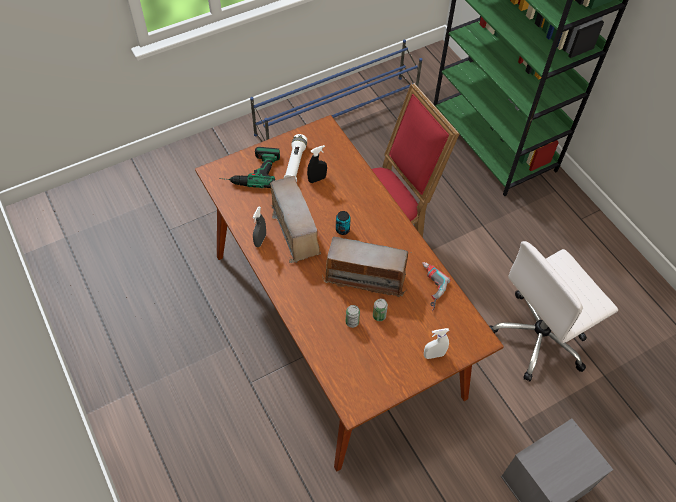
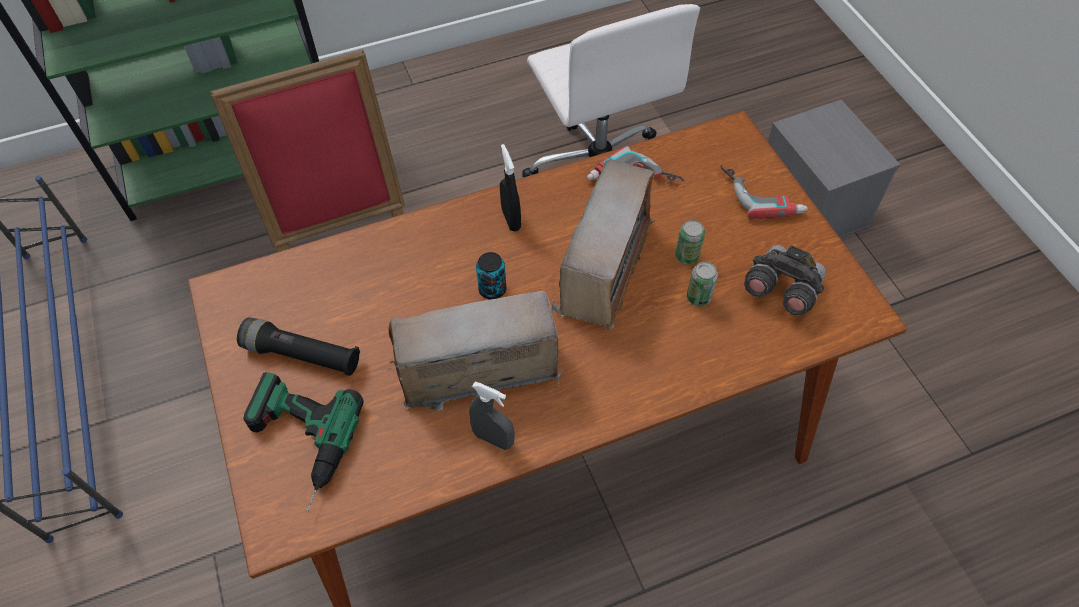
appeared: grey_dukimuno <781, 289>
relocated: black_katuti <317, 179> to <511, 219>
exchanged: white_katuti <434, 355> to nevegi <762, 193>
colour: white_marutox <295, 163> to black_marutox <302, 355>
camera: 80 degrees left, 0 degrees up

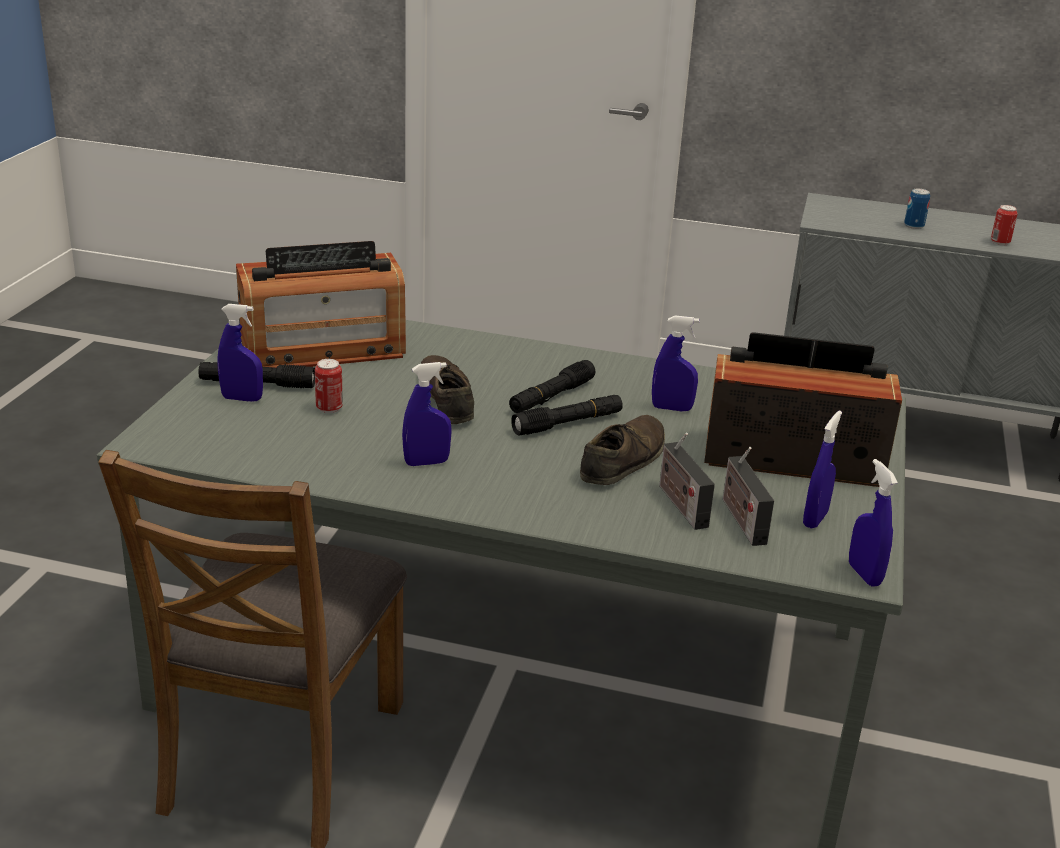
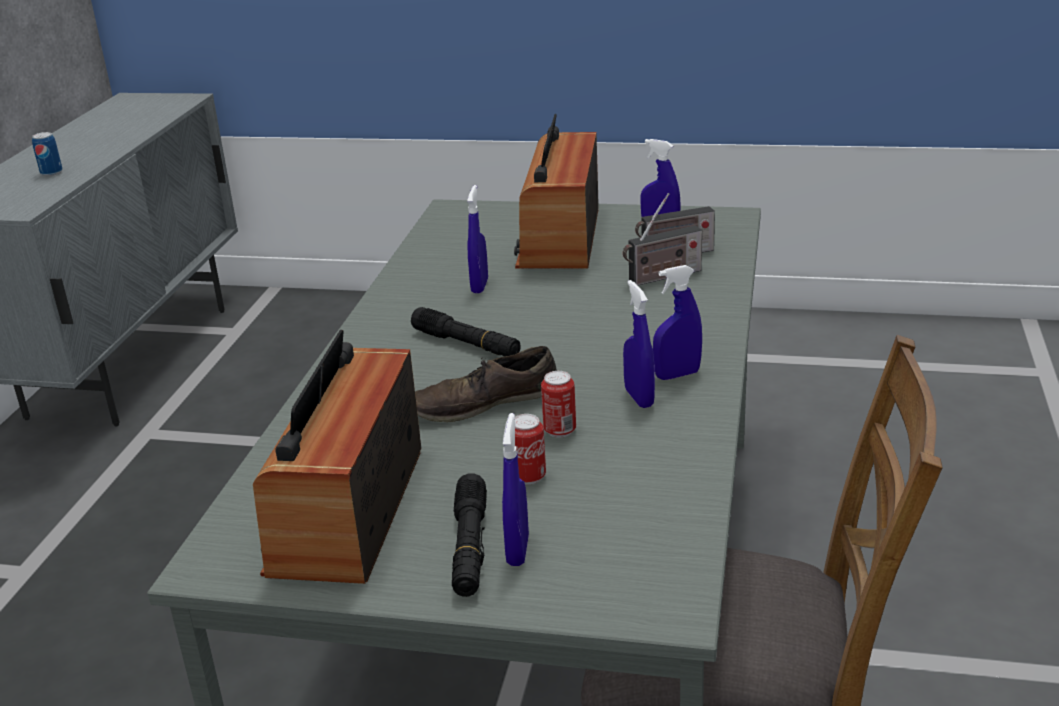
missing: black_marutox <567, 424>; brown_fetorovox <623, 460>
relocated: blue_katuti <864, 574> to <677, 375>; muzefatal <1000, 243> to <560, 431>
spun: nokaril <323, 349> = <348, 510> 150 degrees counterclockwise
camera: 90 degrees left, 0 degrees up

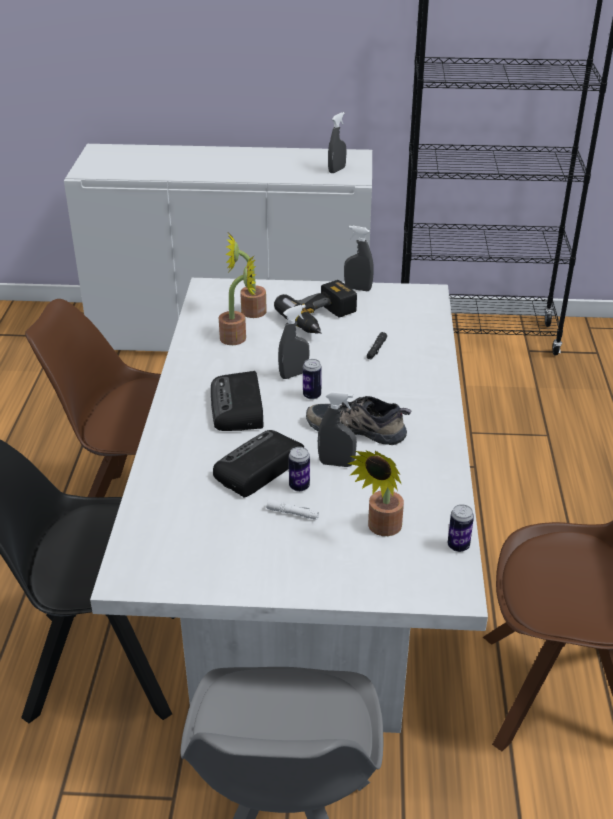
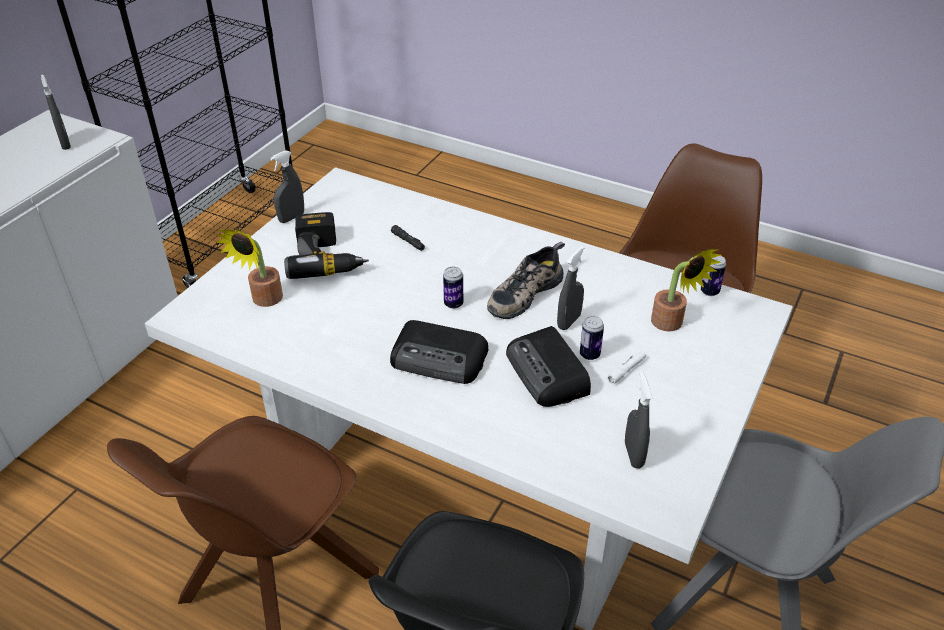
missing: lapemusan <239, 338>
relocated: grey_katuti <294, 374> to <633, 455>
camera: 65 degrees left, 5 degrees up

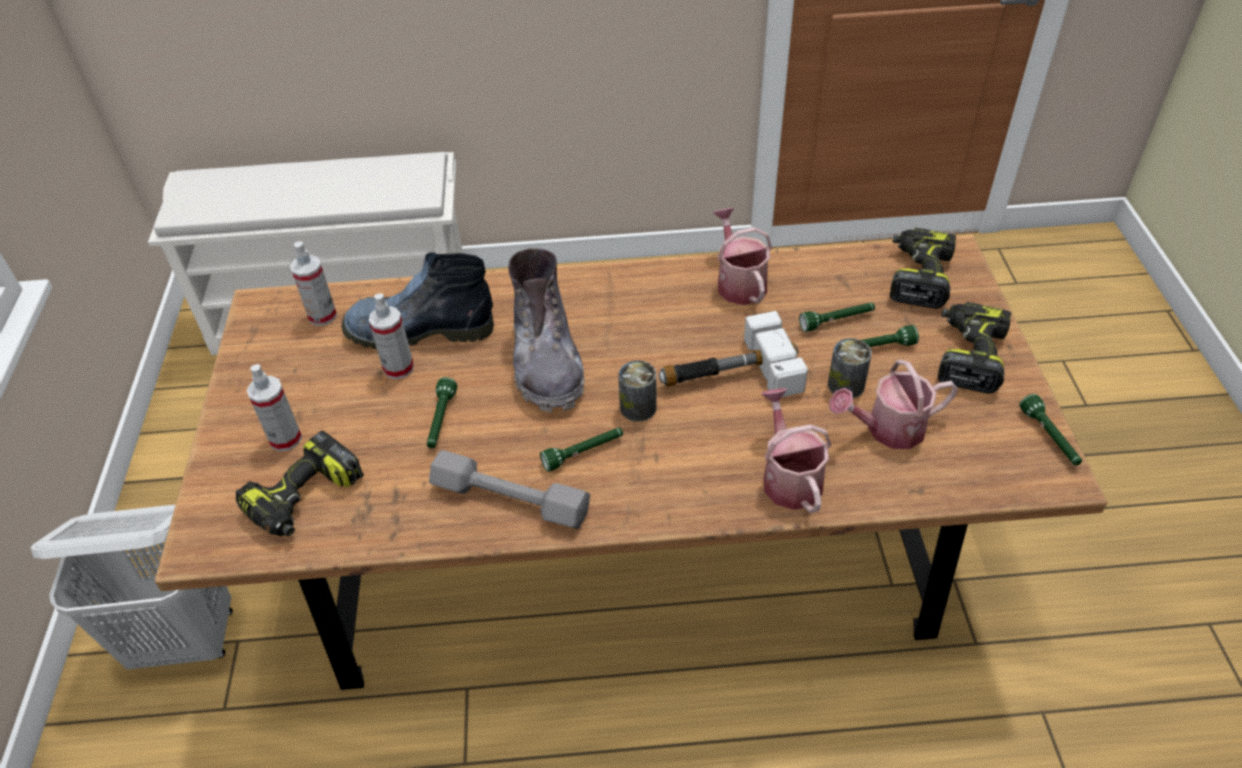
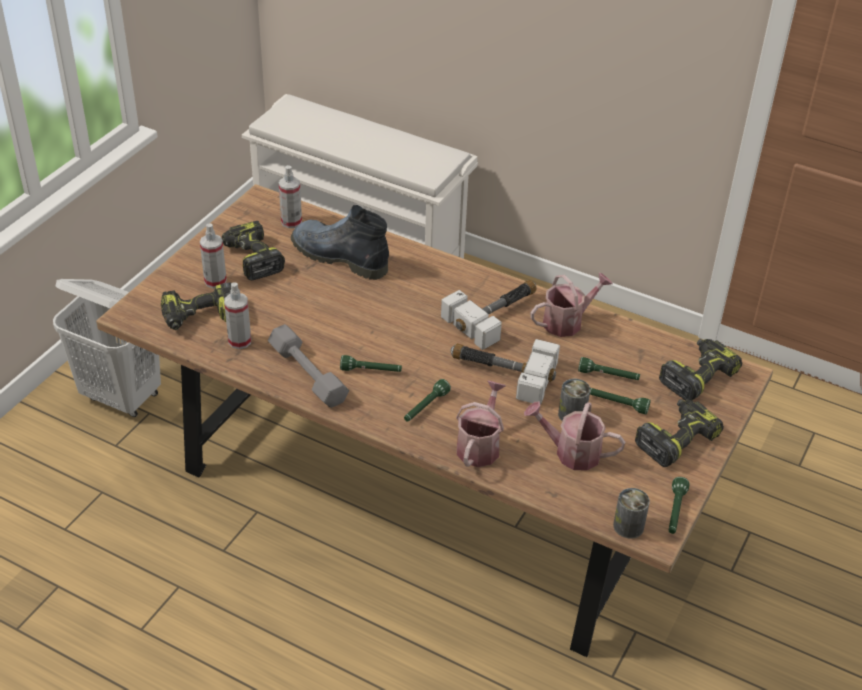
missing: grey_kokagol <546, 362>
appeared: nevegi <251, 259>; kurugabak <496, 314>
relocated: katuti <398, 368> to <239, 341>; green_marutox <441, 420> to <425, 407>; muzefatal <638, 407> to <628, 526>
spun: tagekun <739, 282> = <567, 321> 45 degrees clockwise
camera: 30 degrees right, 5 degrees down

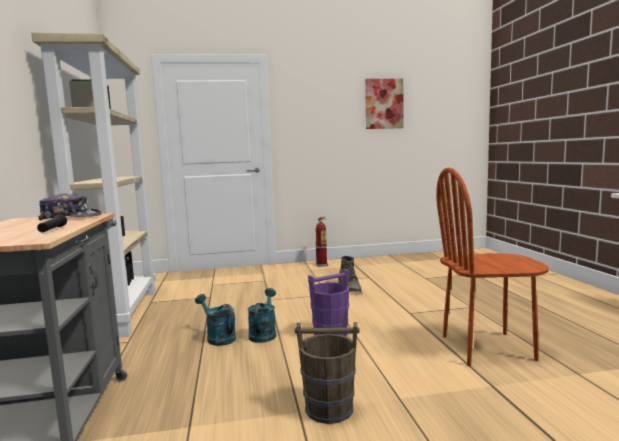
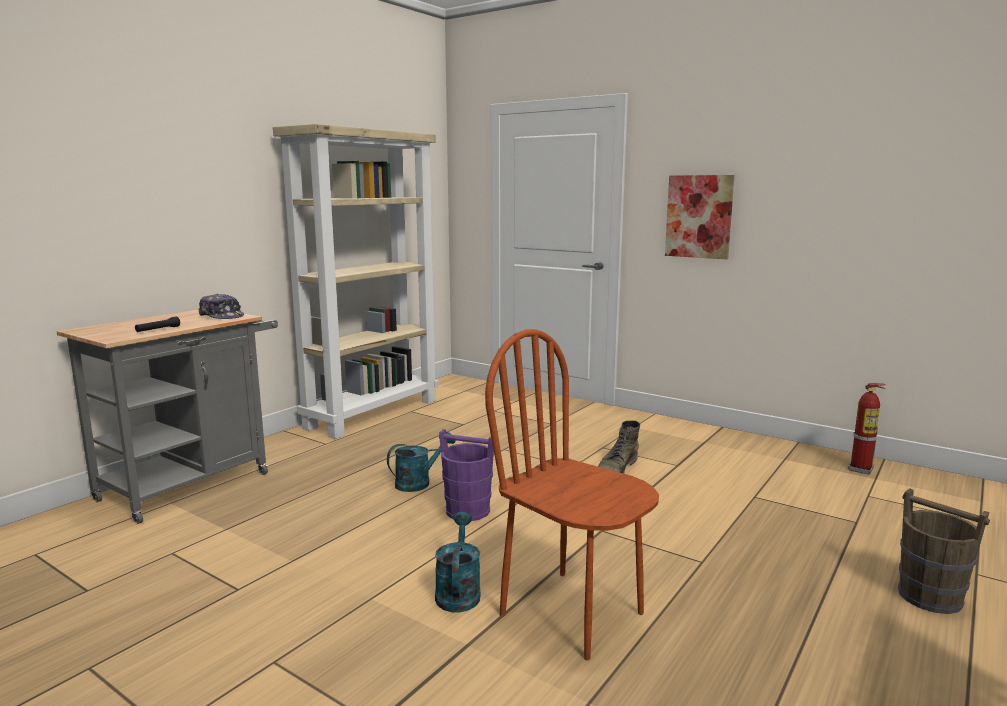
relocated: turquoise_tagekun <218, 337> to <458, 592>; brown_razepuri <328, 409> to <929, 596>; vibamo <322, 265> to <861, 469>; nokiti <384, 104> to <699, 216>
camera: 45 degrees right, 5 degrees up

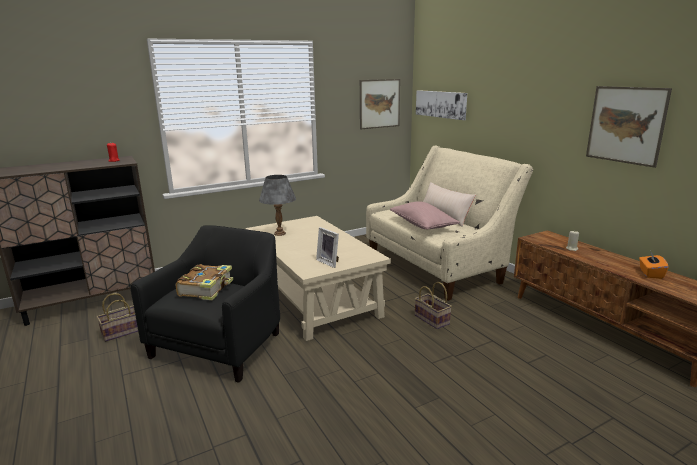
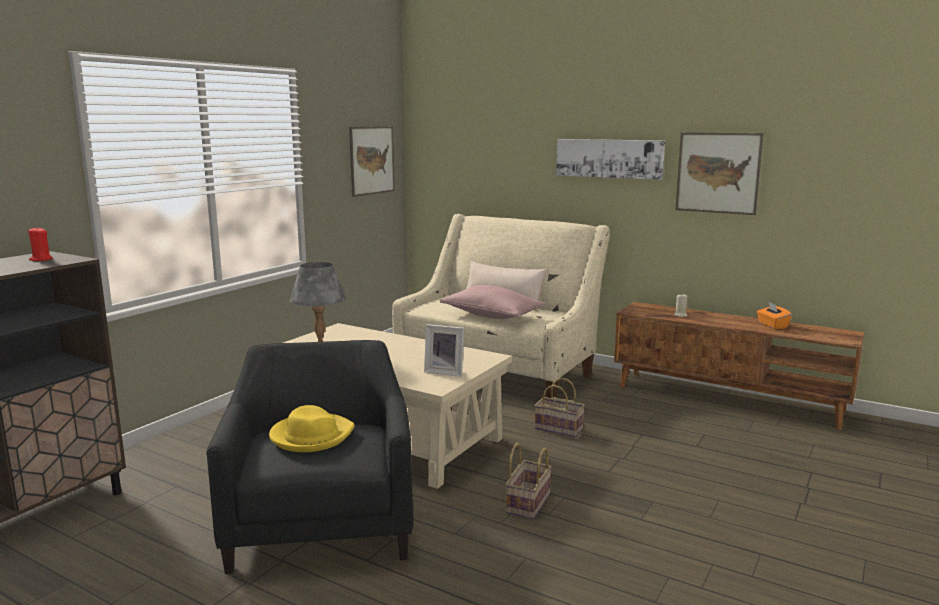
relocated: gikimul <122, 331> to <527, 502>; nokiti <441, 104> to <609, 158>
exchanged: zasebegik <207, 288> to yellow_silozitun <311, 436>
camera: 30 degrees left, 5 degrees down

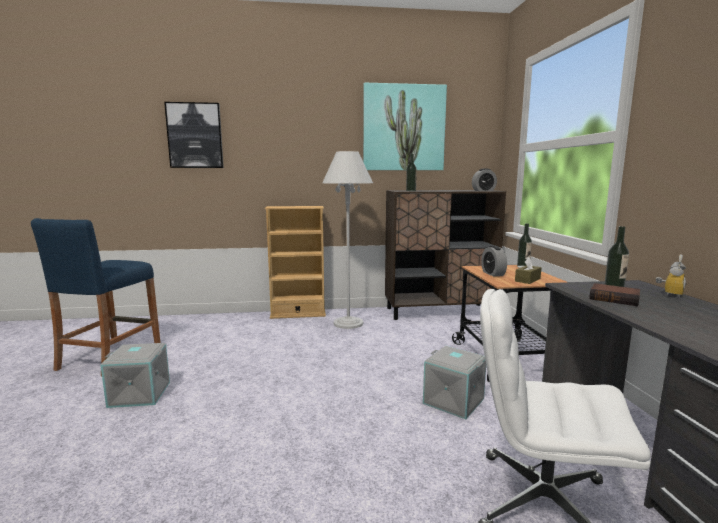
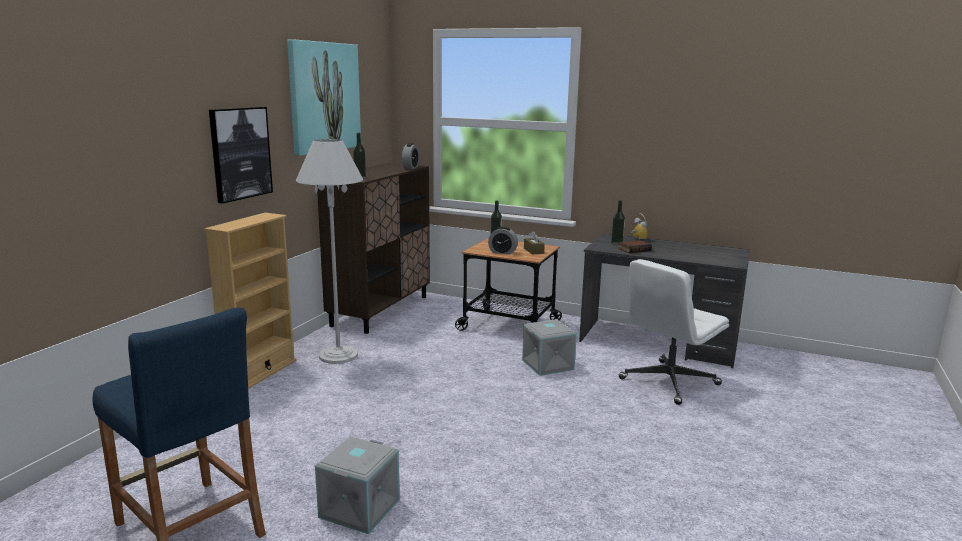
relocated: nokiti <195, 135> to <240, 153>
camera: 60 degrees left, 5 degrees up

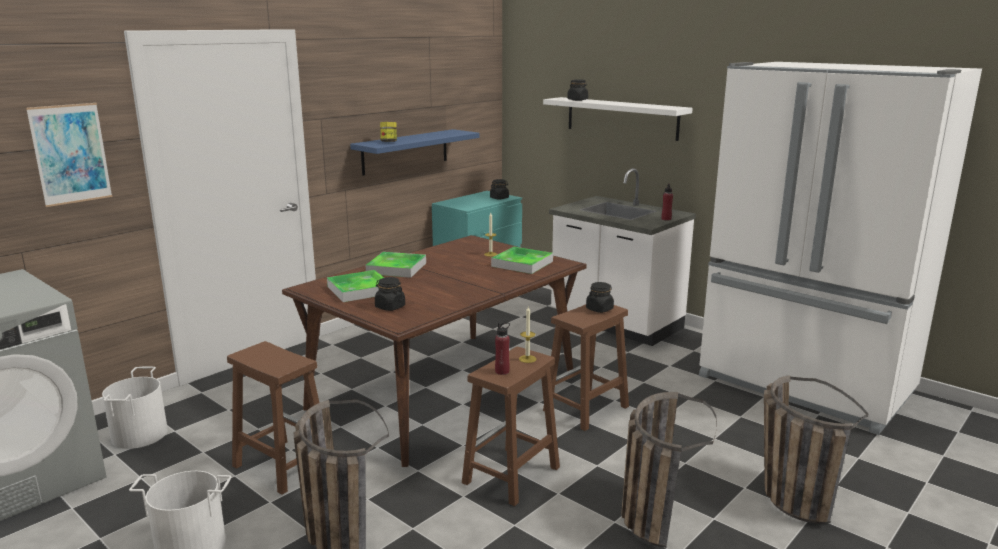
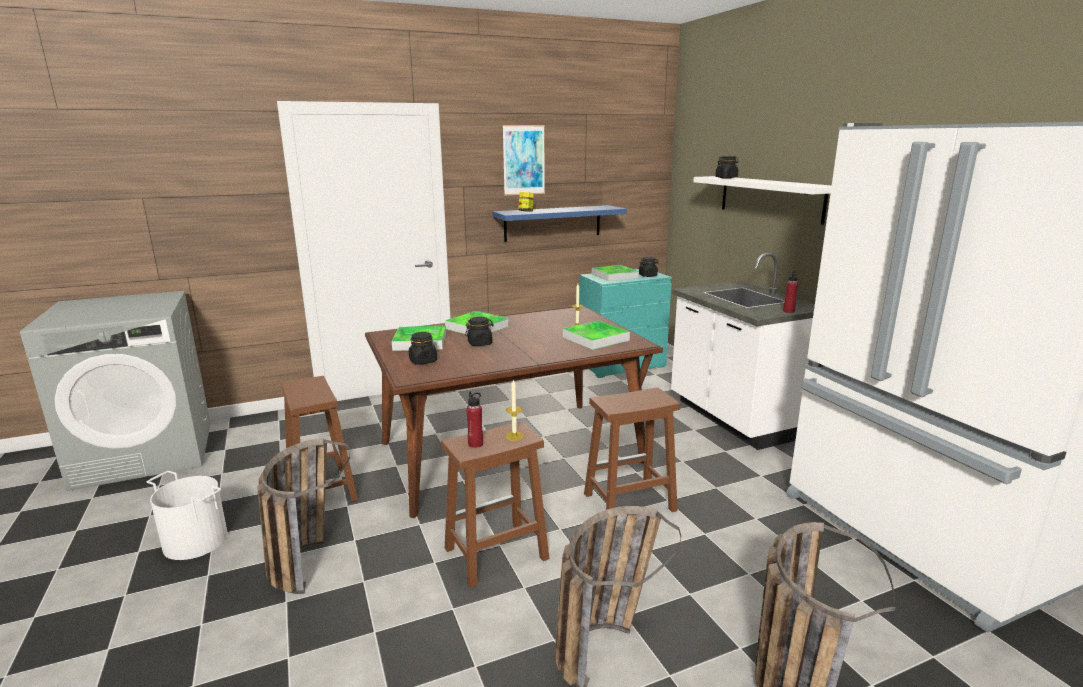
missing: white_razepuri <140, 434>
appeared: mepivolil <614, 276>
relocated: nokiti <70, 154> to <523, 160>; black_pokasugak <599, 309> to <480, 343>
camera: 25 degrees right, 0 degrees up

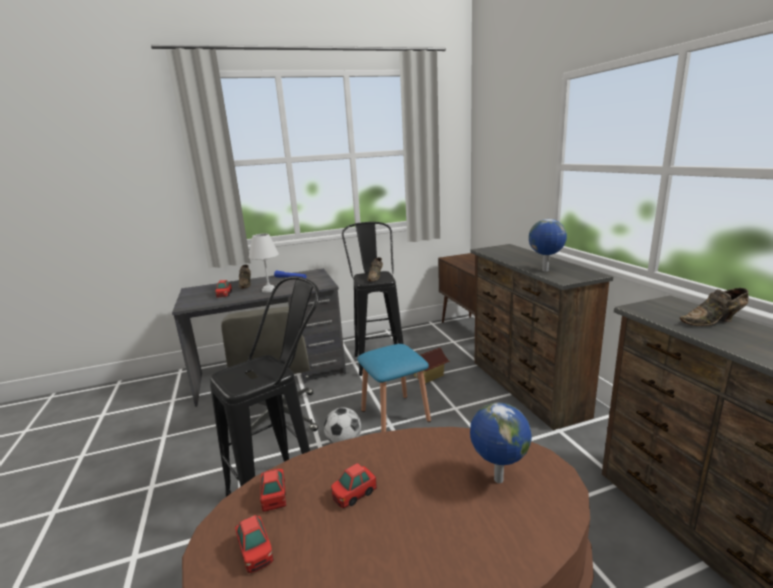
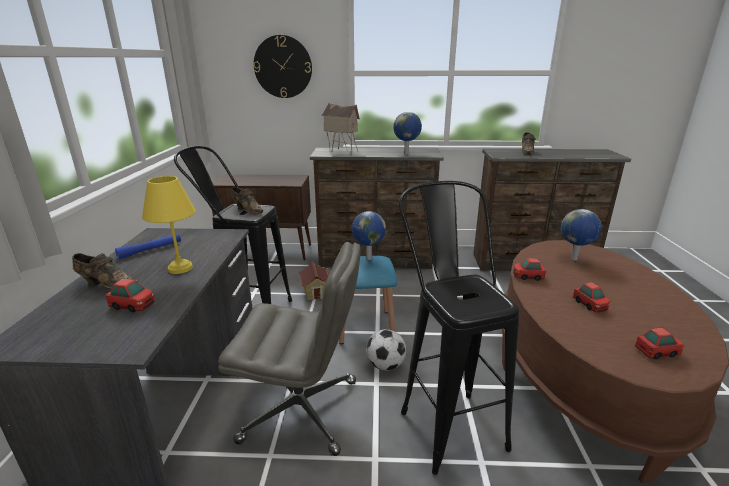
appeared: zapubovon <283, 67>; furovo <341, 151>; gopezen <368, 258>
relocated: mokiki <274, 495> to <527, 276>
colour: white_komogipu <269, 290> to yellow_komogipu <181, 268>
camera: 70 degrees left, 5 degrees up

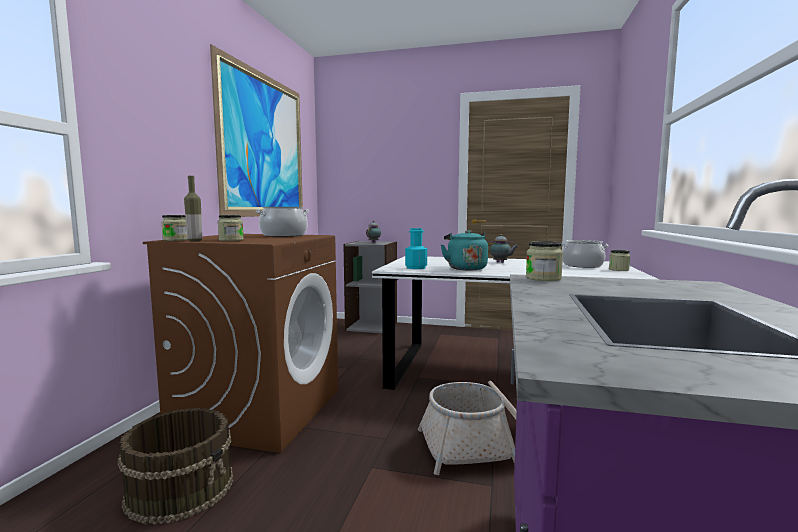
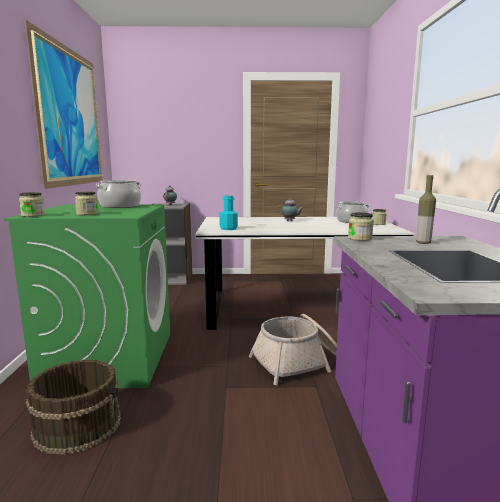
missing: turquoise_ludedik <465, 268>
relocated: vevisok <195, 241> to <423, 243>
colour: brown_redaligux <259, 410> to green_redaligux <109, 358>
camera: 15 degrees left, 5 degrees up

